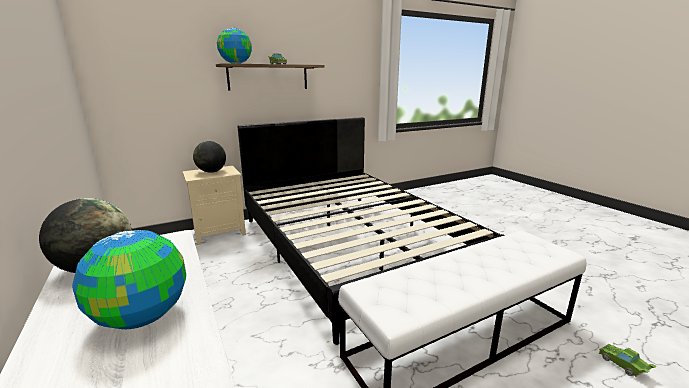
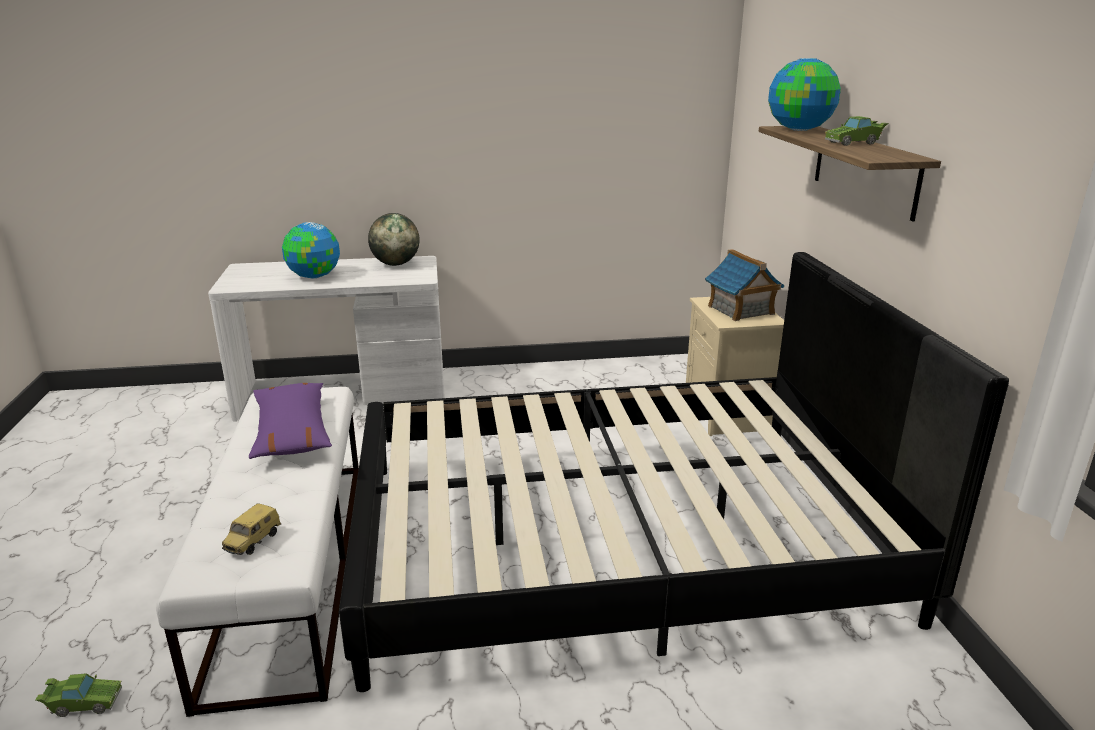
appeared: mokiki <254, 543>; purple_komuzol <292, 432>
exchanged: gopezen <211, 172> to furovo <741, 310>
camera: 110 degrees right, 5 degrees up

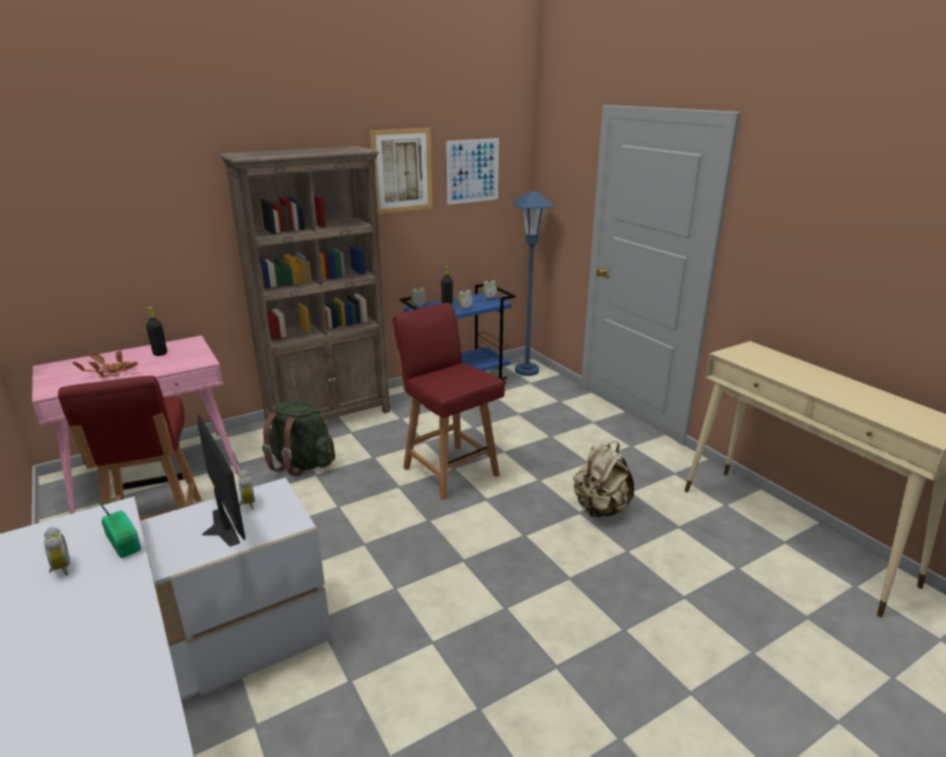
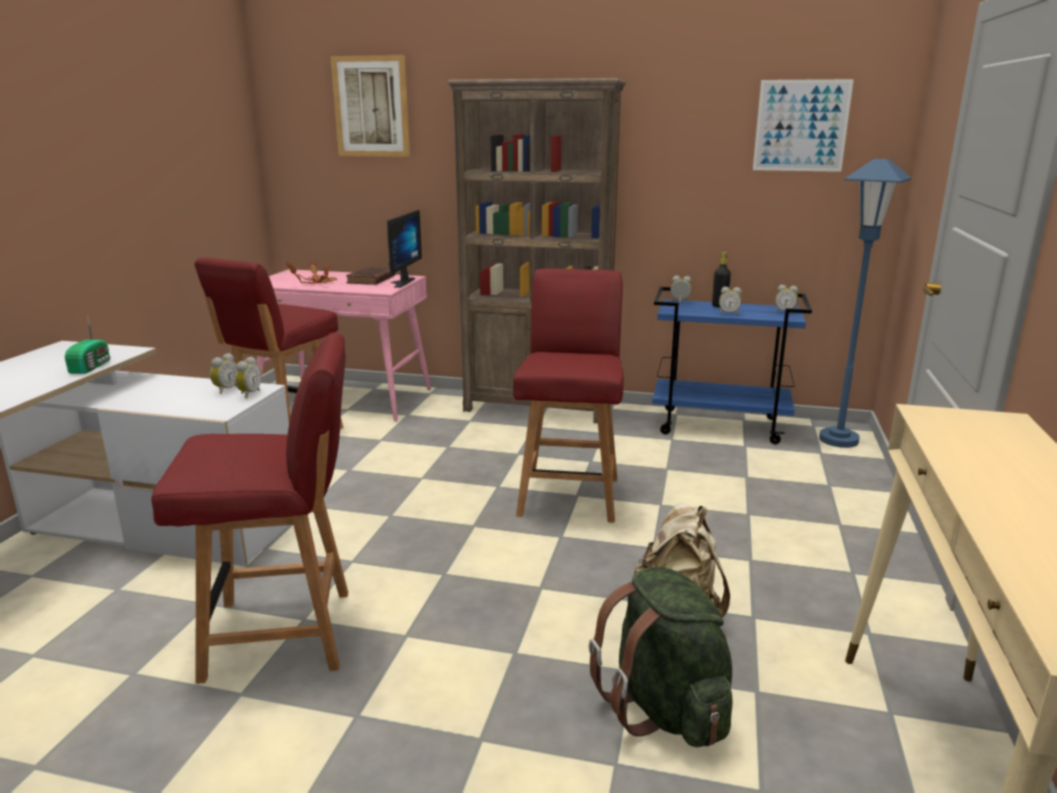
appeared: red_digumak <283, 634>
relocated: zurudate <60, 569> to <248, 394>; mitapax <217, 529> to <399, 282>; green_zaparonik <301, 464> to <664, 707>; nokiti <402, 170> to <371, 107>
exchanged: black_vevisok <160, 353> to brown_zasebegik <370, 279>
camera: 45 degrees right, 5 degrees down

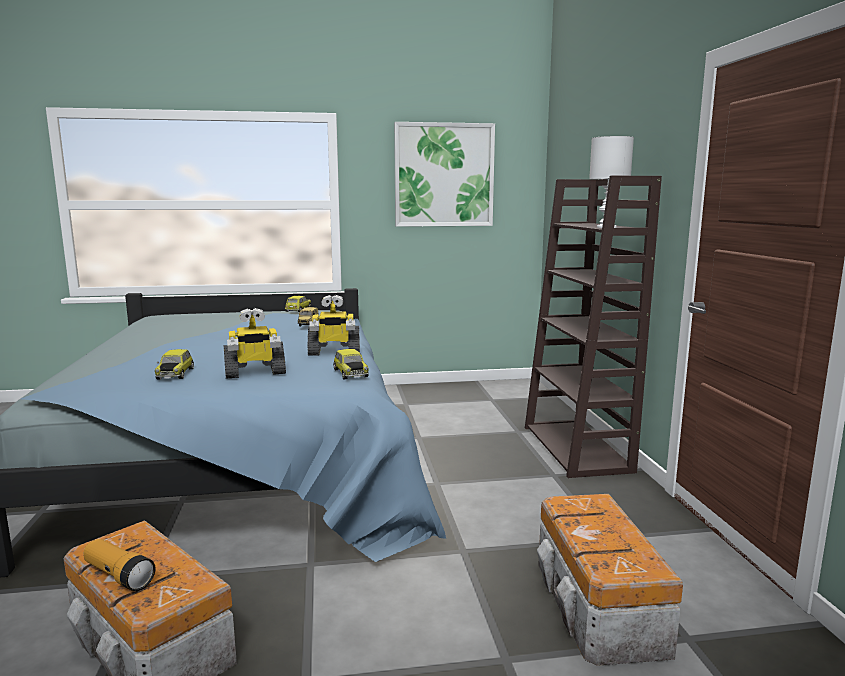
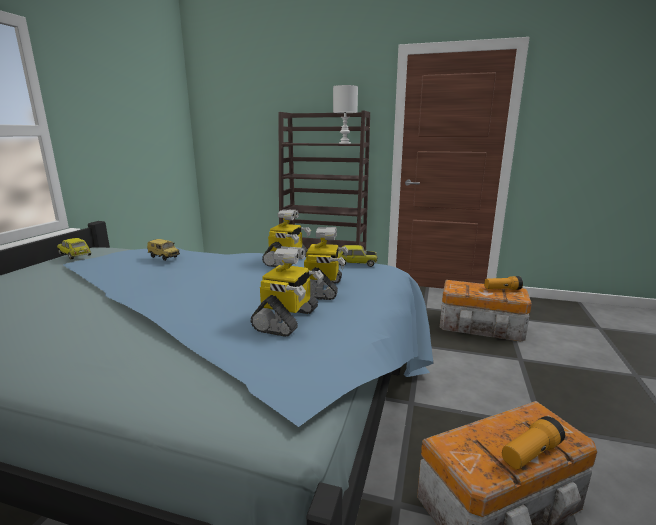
missing: nokiti <444, 175>
appeared: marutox <502, 289>
exchanged: mokiki <174, 374> to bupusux <287, 320>
camera: 65 degrees left, 5 degrees up

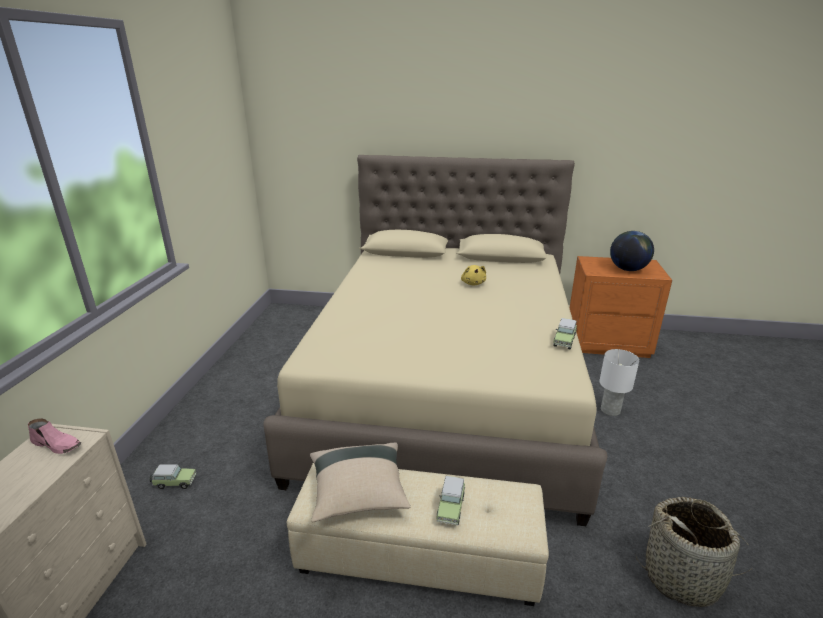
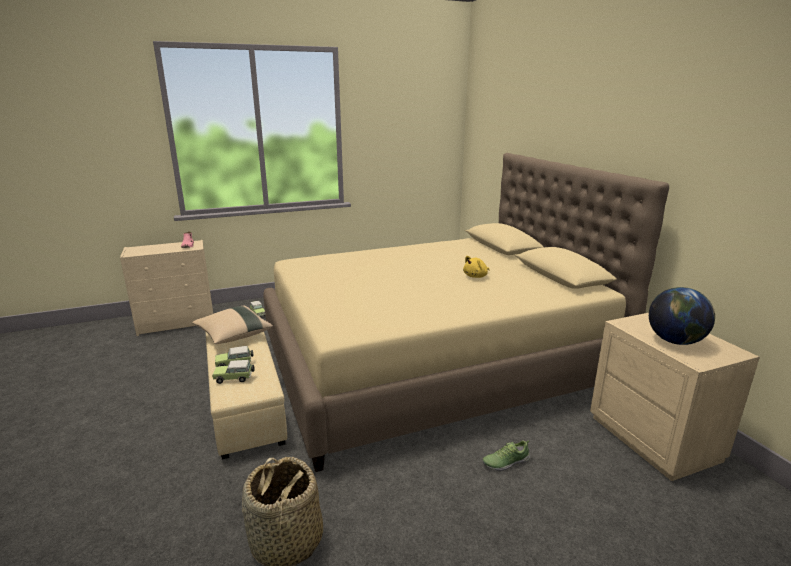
relocated: mokiki <564, 341> to <235, 378>
exchanged: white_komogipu <610, 410> to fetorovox <505, 462>
colour: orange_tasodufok <607, 342> to beige_tasodufok <655, 438>
camera: 60 degrees right, 5 degrees down

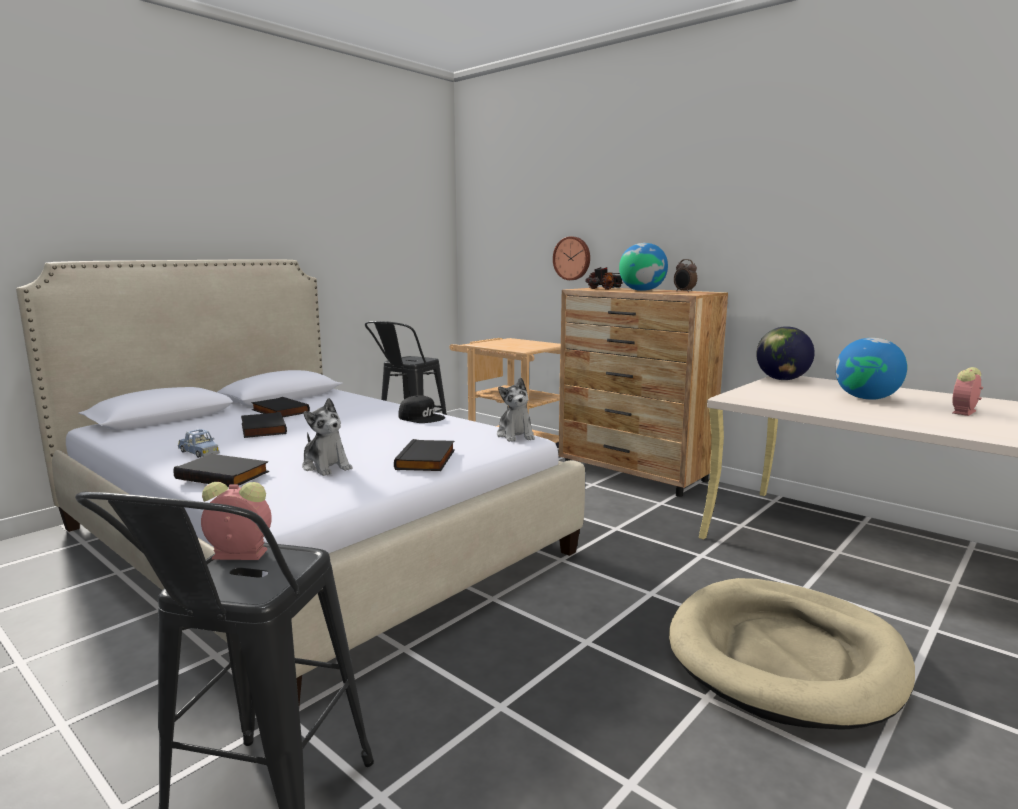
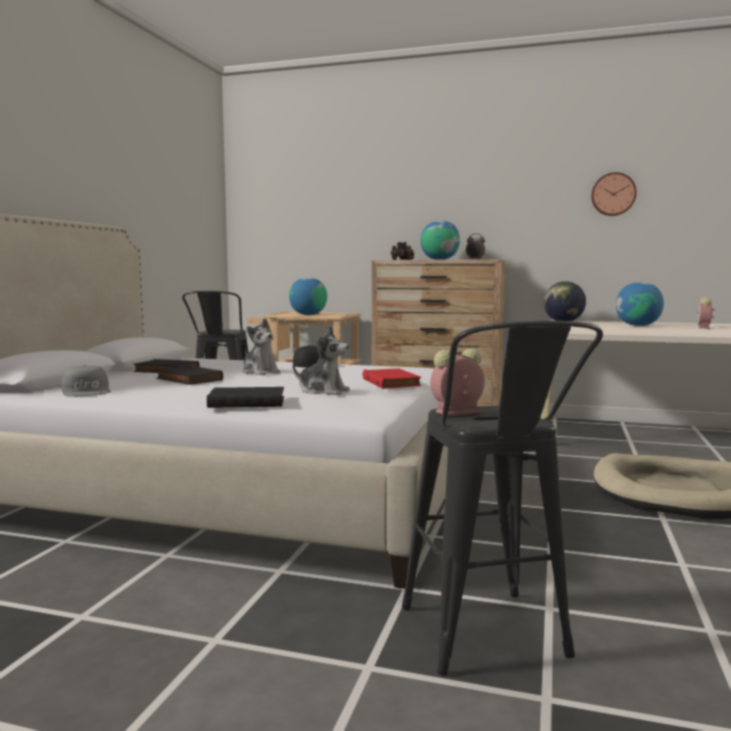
missing: blue_mokiki <199, 452>
appeared: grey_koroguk <87, 391>; gopezen <308, 315>
relocated: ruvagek <515, 435> to <260, 372>; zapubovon <572, 258> to <613, 194>
colour: black_zasebegik <427, 460> to red_zasebegik <392, 382>
camera: 25 degrees left, 5 degrees down

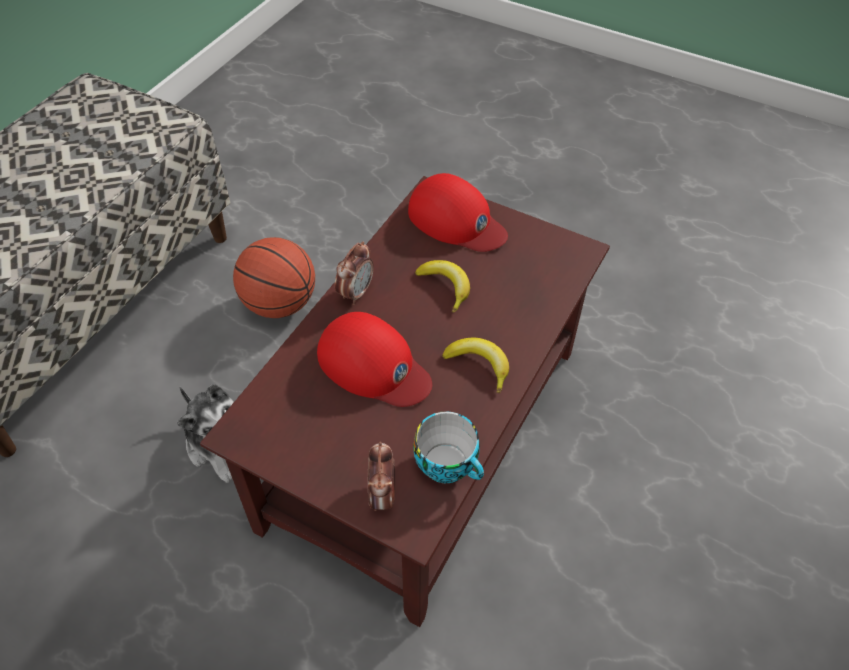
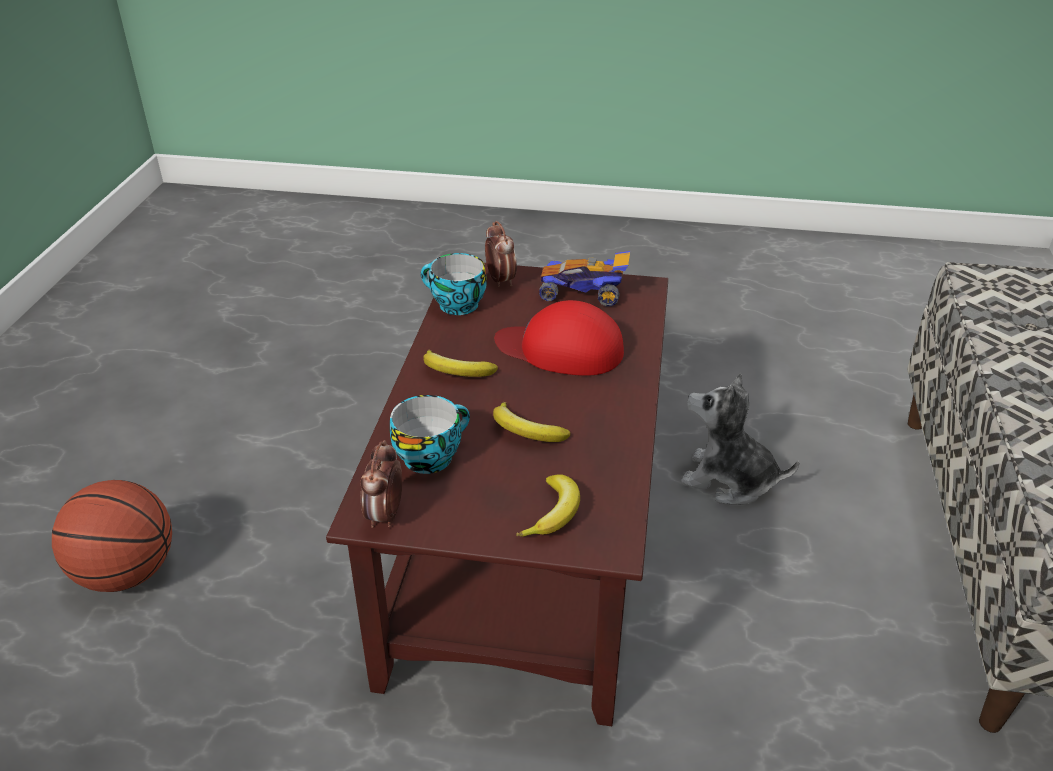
appeared: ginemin <430, 455>; mokiki <584, 292>
relocated: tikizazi <280, 304> to <127, 572>; zurudate <356, 292> to <385, 515>
exchanged: red_koroguk <456, 221> to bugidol <553, 513>
camera: 160 degrees right, 15 degrees down

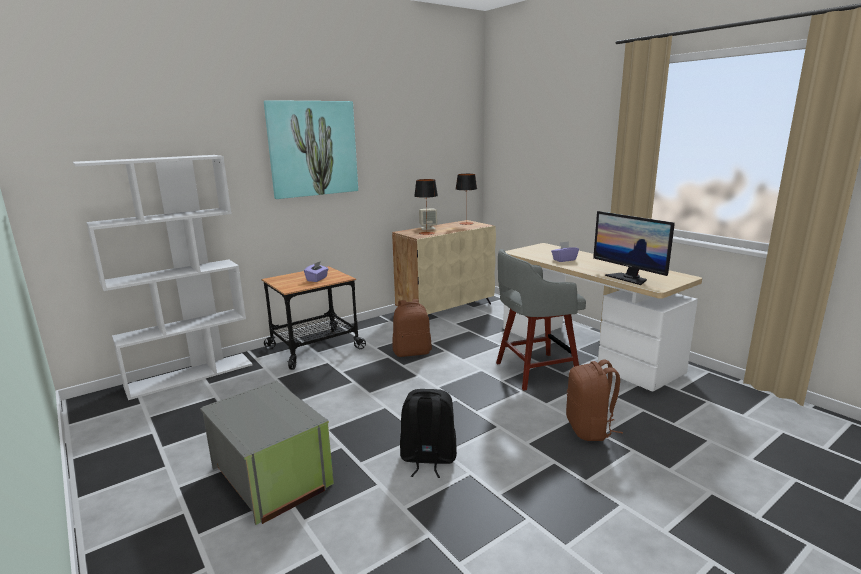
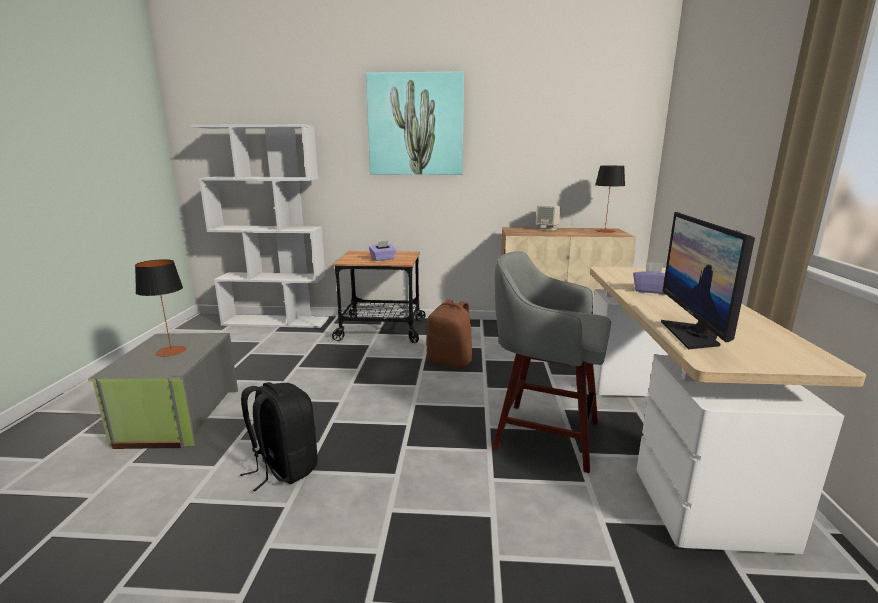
missing: brown_zaparonik <589, 429>
relocated: komogipu <426, 233> to <171, 351>
camera: 40 degrees right, 0 degrees up

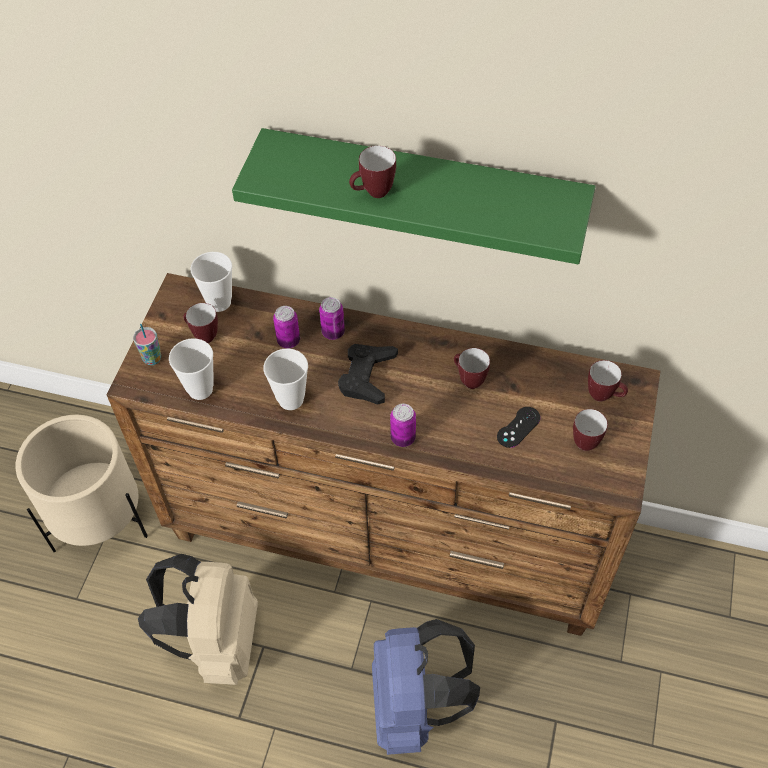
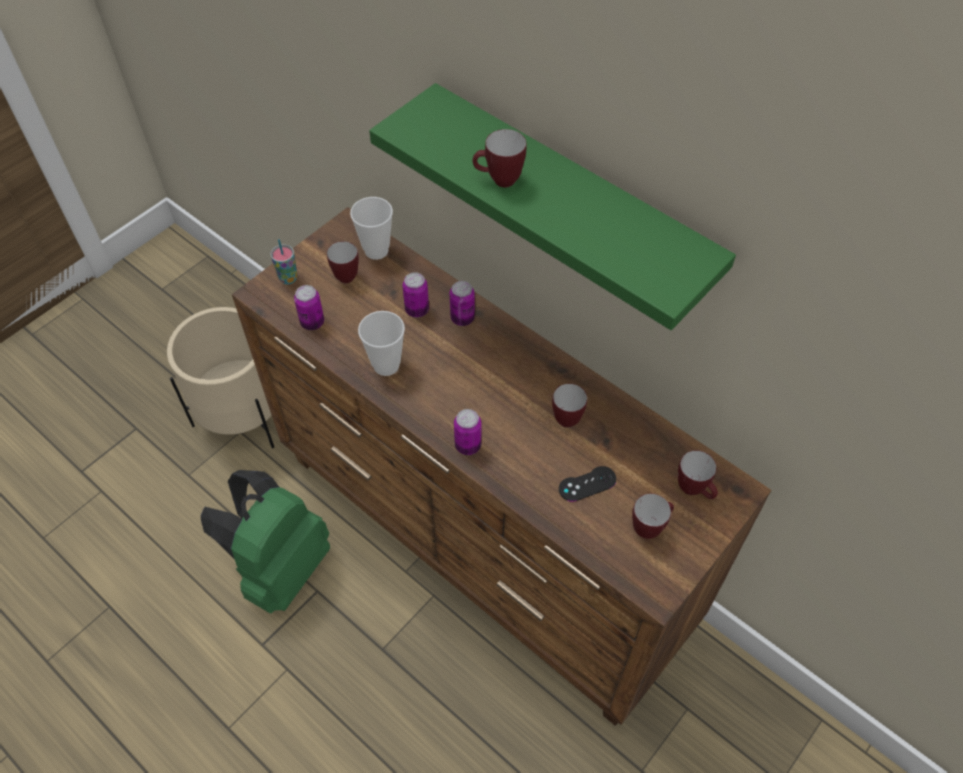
missing: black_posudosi <367, 376>; blue_zaparonik <415, 707>
exchanged: ginemin <200, 389> to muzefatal <312, 322>
colour: beige_zaparonik <216, 642> to green_zaparonik <280, 568>
camera: 25 degrees right, 0 degrees up

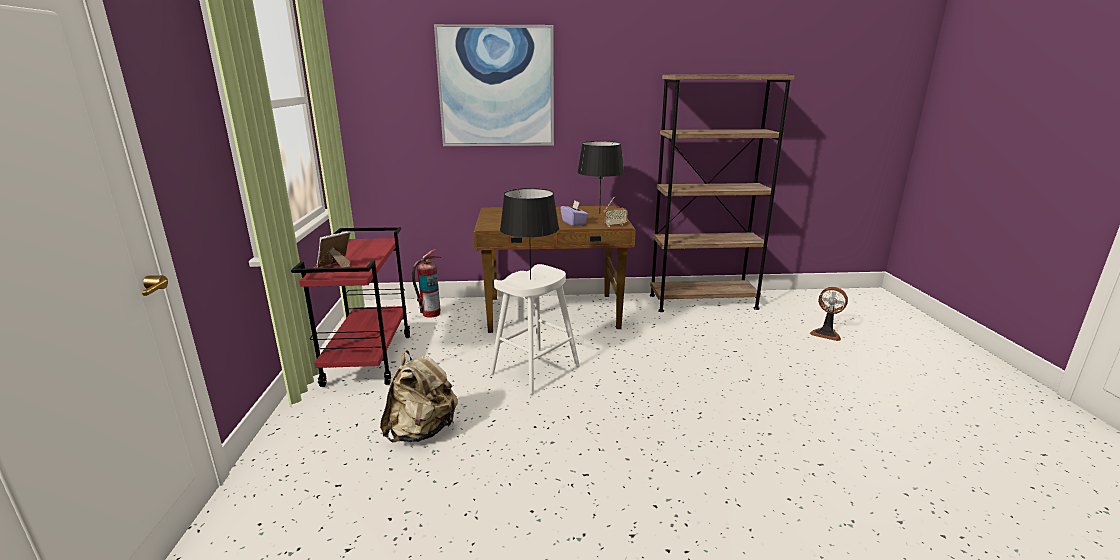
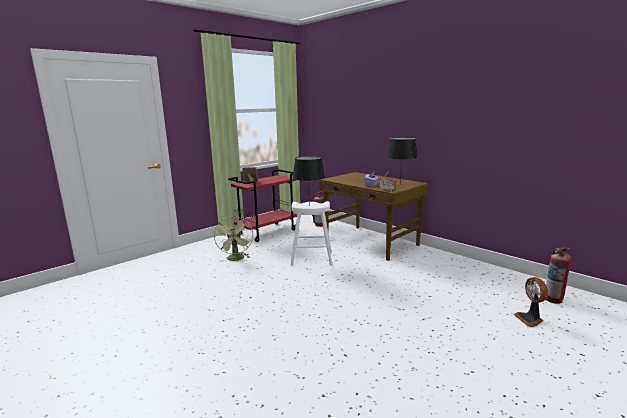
missing: nokiti <496, 87>; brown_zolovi <702, 301>
appeared: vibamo <553, 299>
exchanged: beige_zaparonik <422, 431> to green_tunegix <236, 259>
camera: 50 degrees right, 5 degrees down

